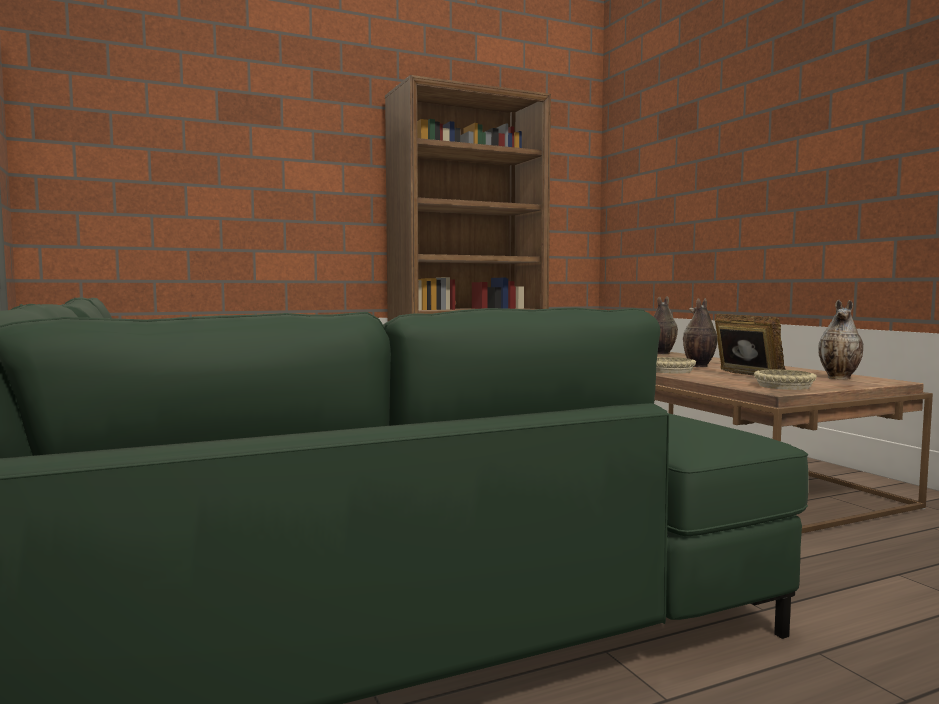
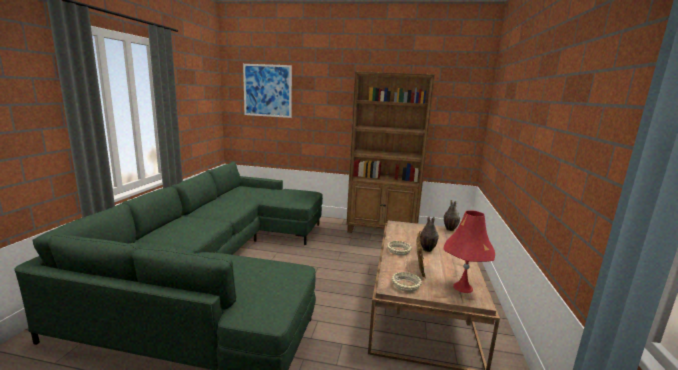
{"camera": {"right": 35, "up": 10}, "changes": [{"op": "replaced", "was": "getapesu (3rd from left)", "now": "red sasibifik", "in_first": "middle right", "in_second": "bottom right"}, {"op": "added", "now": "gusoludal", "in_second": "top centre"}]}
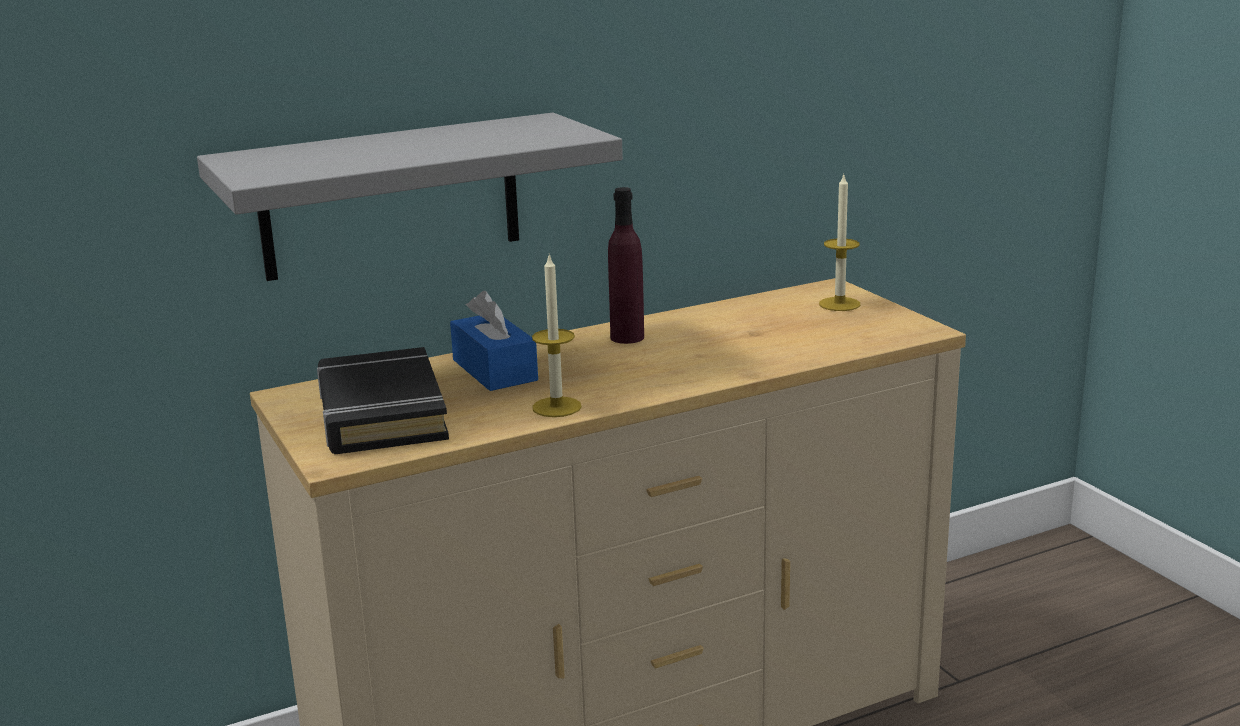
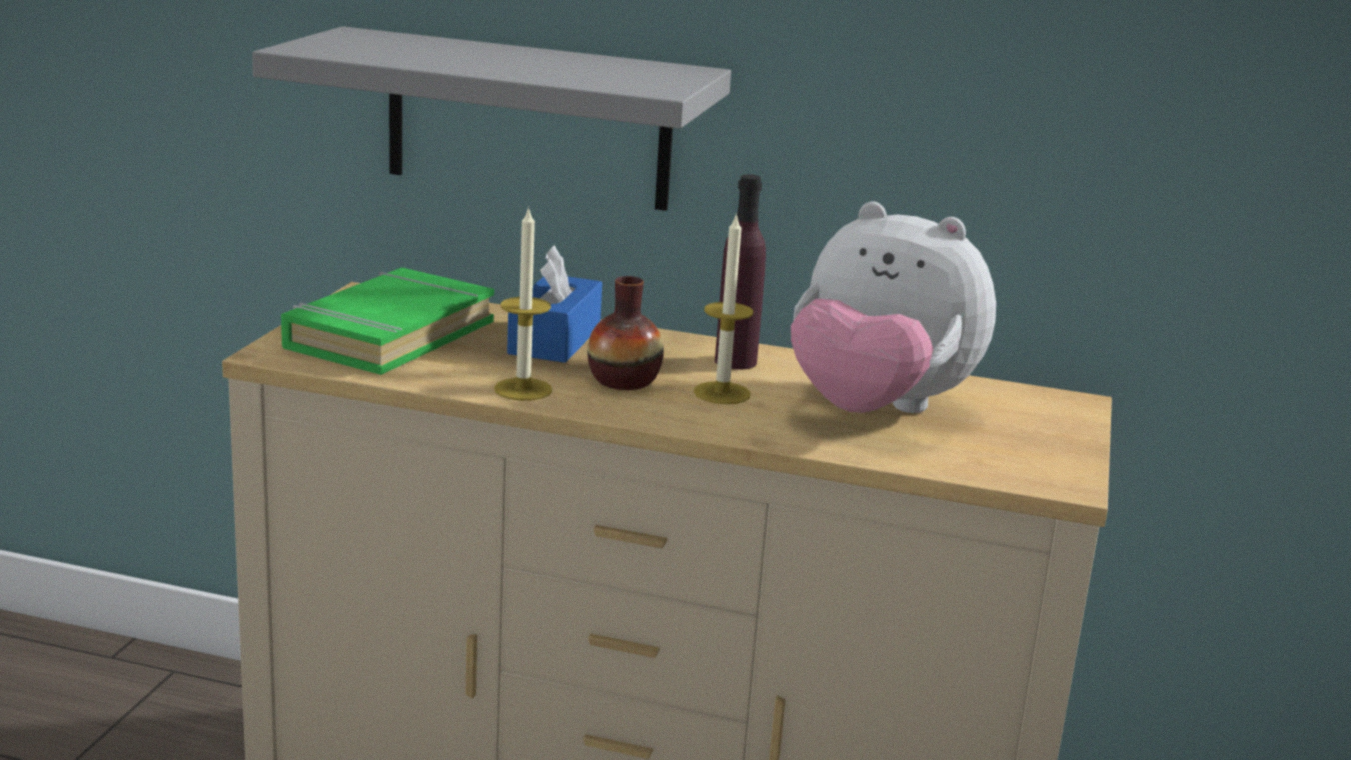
{"camera": {"right": 40, "up": 0}, "changes": [{"op": "recoloured", "was": "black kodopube", "now": "green kodopube", "in_first": "middle left", "in_second": "middle left"}, {"op": "moved", "was": "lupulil (2nd from left)", "in_first": "middle right", "in_second": "centre"}, {"op": "added", "now": "getapesu", "in_second": "centre"}, {"op": "added", "now": "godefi", "in_second": "centre"}]}
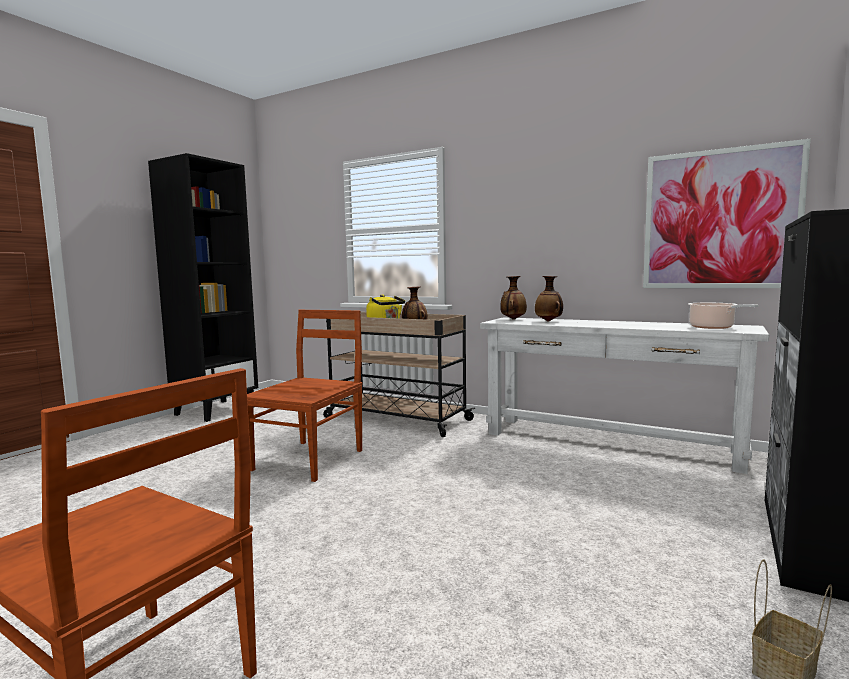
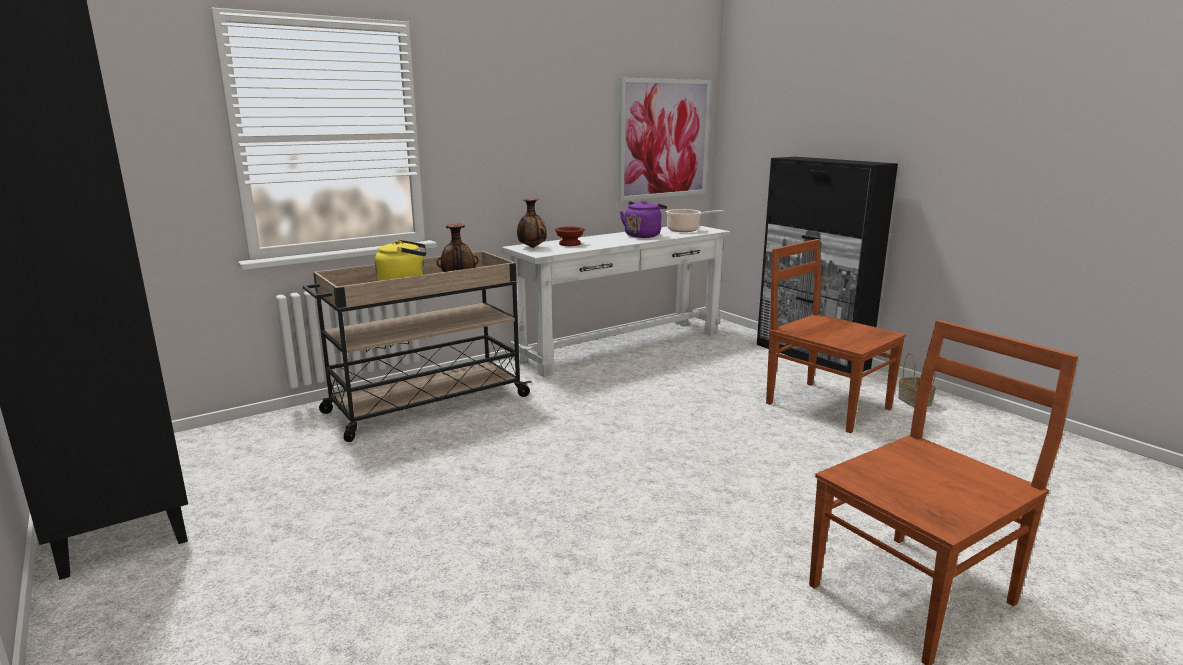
{"camera": {"right": -65, "up": 10}, "changes": [{"op": "moved", "was": "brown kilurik (2nd from left in the first image)", "now": "brown kilurik (1st from left)", "in_first": "centre", "in_second": "middle right"}, {"op": "replaced", "was": "getapesu (3rd from left)", "now": "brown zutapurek", "in_first": "centre", "in_second": "centre"}, {"op": "added", "now": "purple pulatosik", "in_second": "top centre"}]}
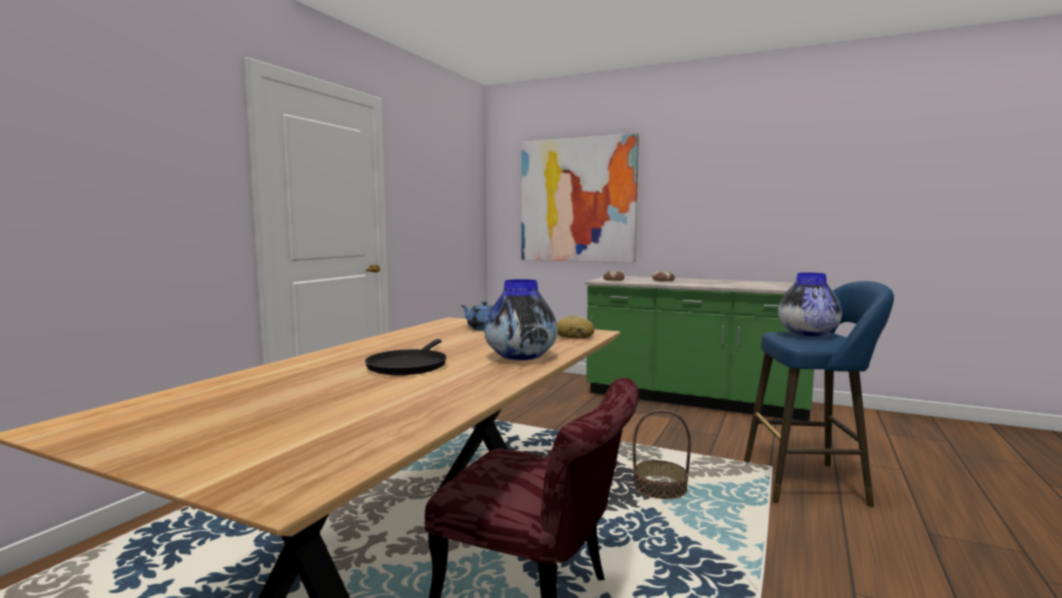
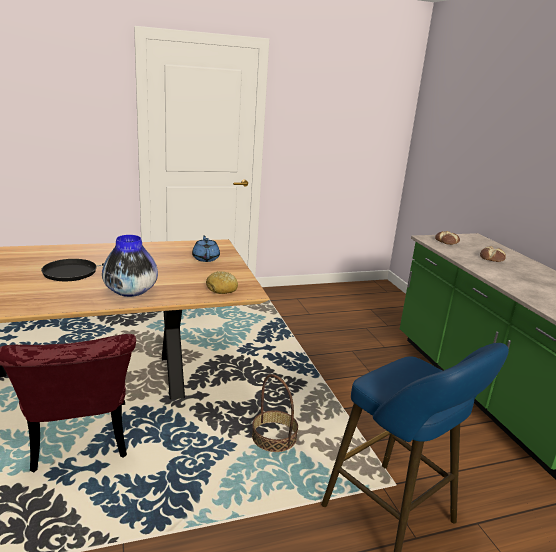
{"camera": {"right": 45, "up": 15}, "changes": [{"op": "removed", "was": "gusoludal", "in_first": "top centre"}, {"op": "removed", "was": "getapesu (2nd from left)", "in_first": "middle right"}]}
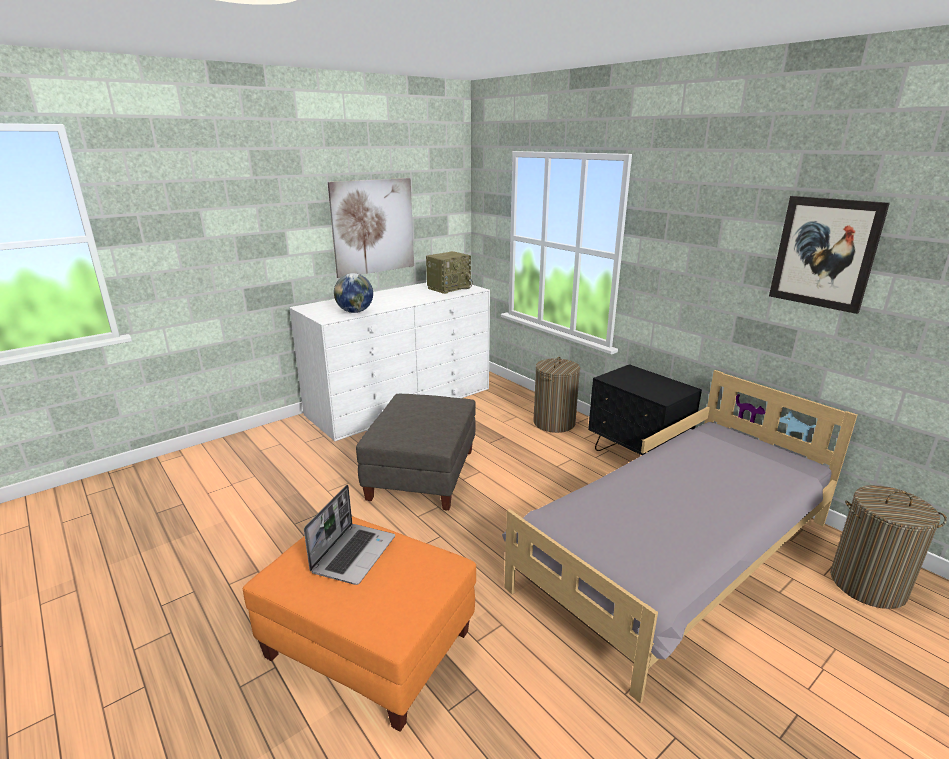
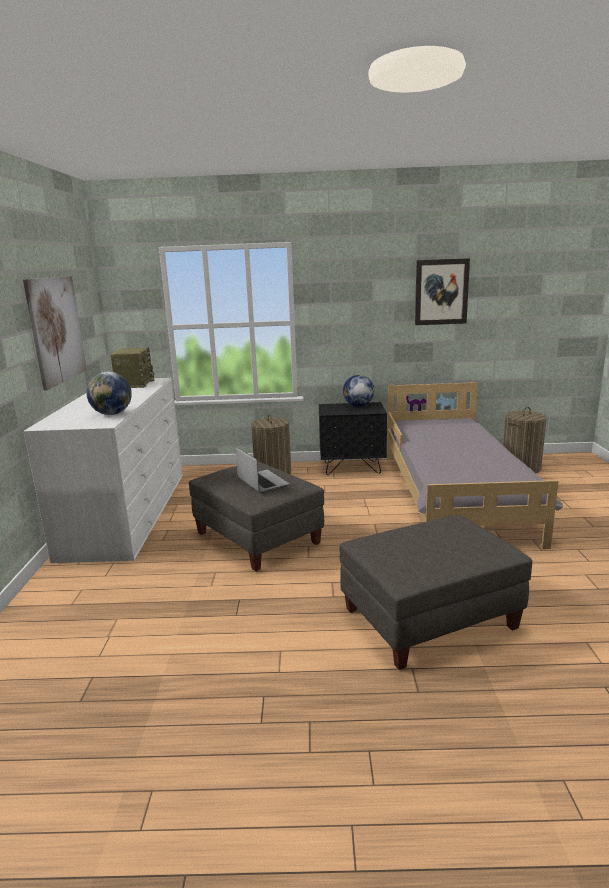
{"camera": {"right": -50, "up": -5}, "changes": [{"op": "recoloured", "was": "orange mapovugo", "now": "grey mapovugo (2nd from left)", "in_first": "bottom centre", "in_second": "bottom right"}, {"op": "moved", "was": "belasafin", "in_first": "bottom centre", "in_second": "centre"}, {"op": "added", "now": "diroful (2nd from left)", "in_second": "centre"}]}
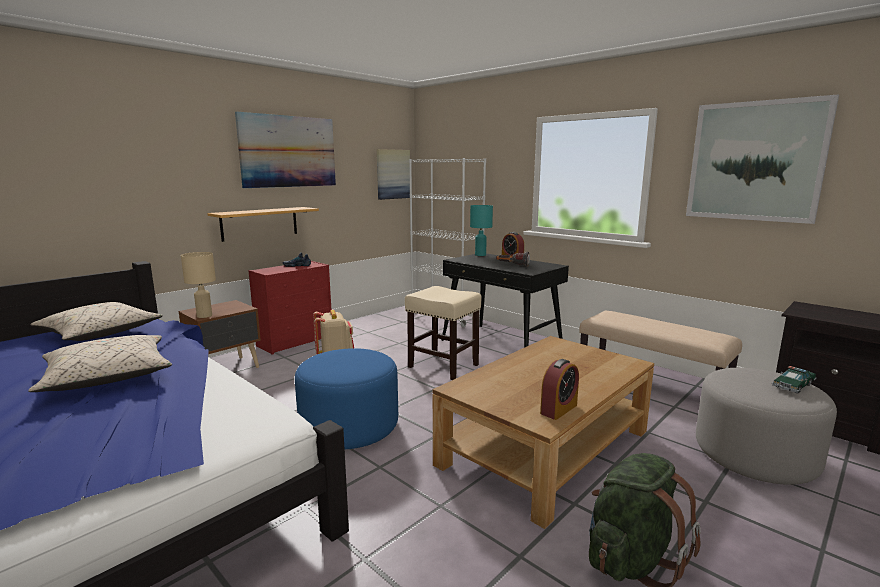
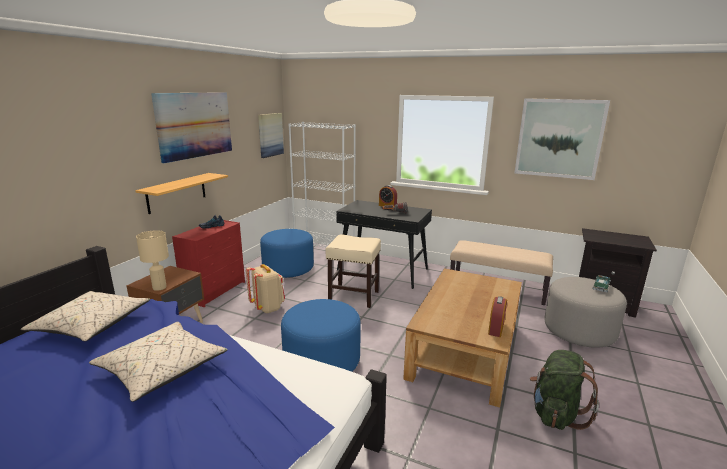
{"camera": {"right": -20, "up": 5}, "changes": [{"op": "removed", "was": "turquoise sasibifik", "in_first": "centre"}, {"op": "added", "now": "blue mapovugo (1st from left)", "in_second": "centre"}]}
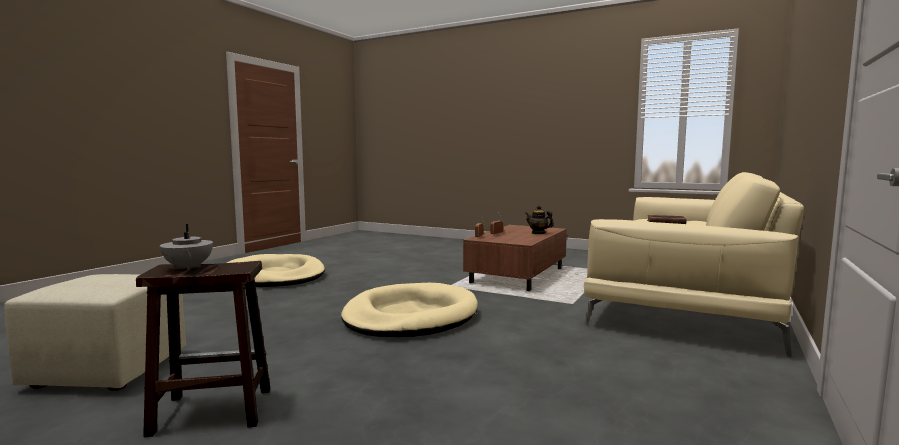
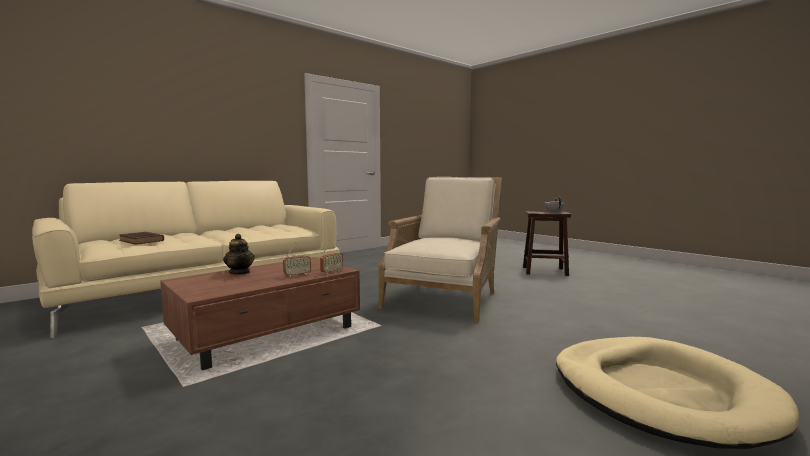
{"camera": {"right": -160, "up": 0}, "changes": [{"op": "removed", "was": "beige mapovugo", "in_first": "bottom left"}, {"op": "replaced", "was": "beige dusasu (2nd from left)", "now": "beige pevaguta", "in_first": "bottom centre", "in_second": "centre"}]}
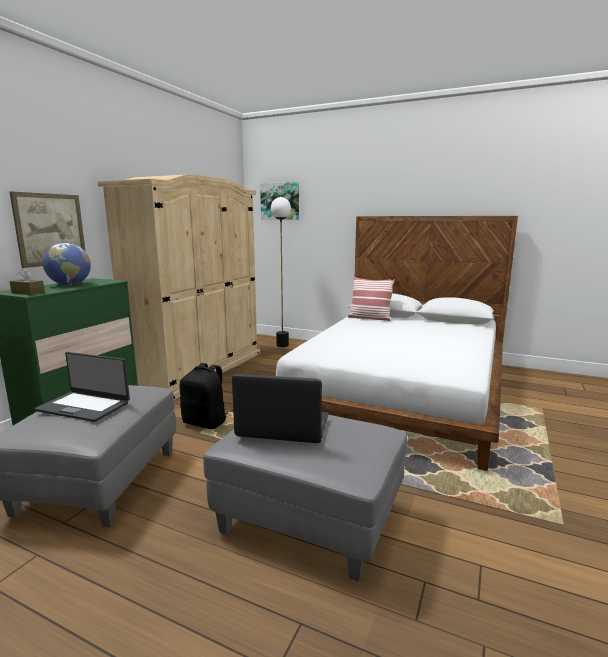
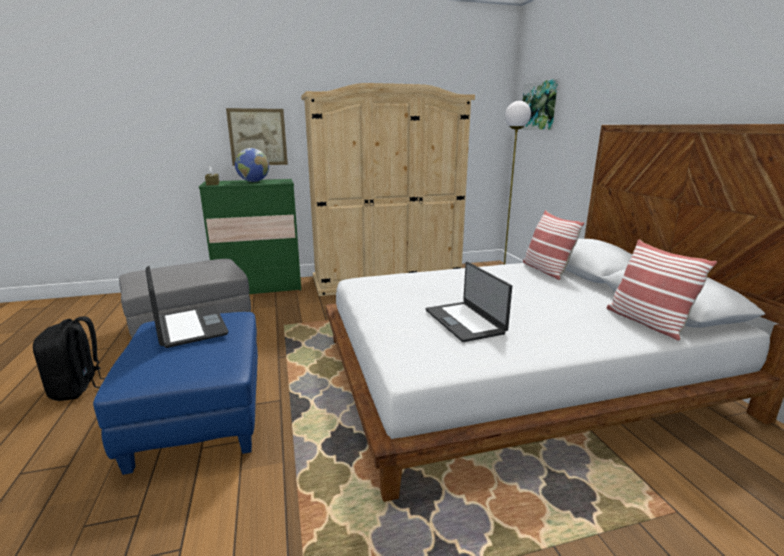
{"camera": {"right": 50, "up": 5}, "changes": [{"op": "moved", "was": "belasafin (1st from left in the first image)", "now": "belasafin (2nd from left)", "in_first": "middle left", "in_second": "centre"}, {"op": "moved", "was": "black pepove", "in_first": "centre", "in_second": "middle left"}, {"op": "recoloured", "was": "grey mapovugo (2nd from left)", "now": "blue mapovugo", "in_first": "bottom centre", "in_second": "bottom left"}, {"op": "added", "now": "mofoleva (2nd from left)", "in_second": "middle right"}]}
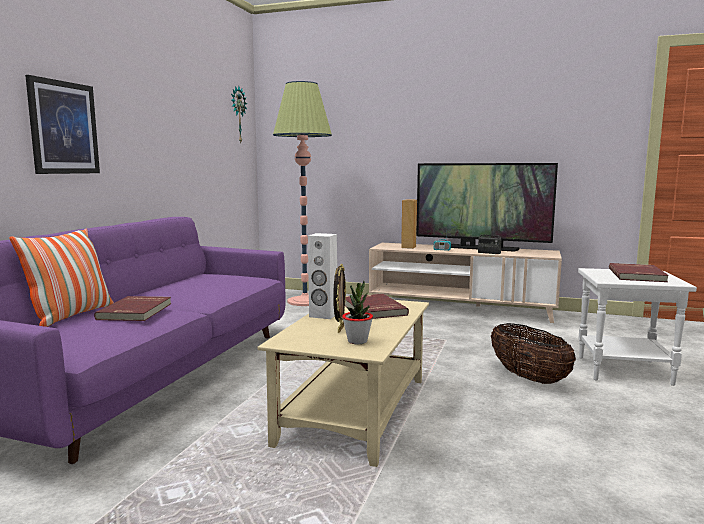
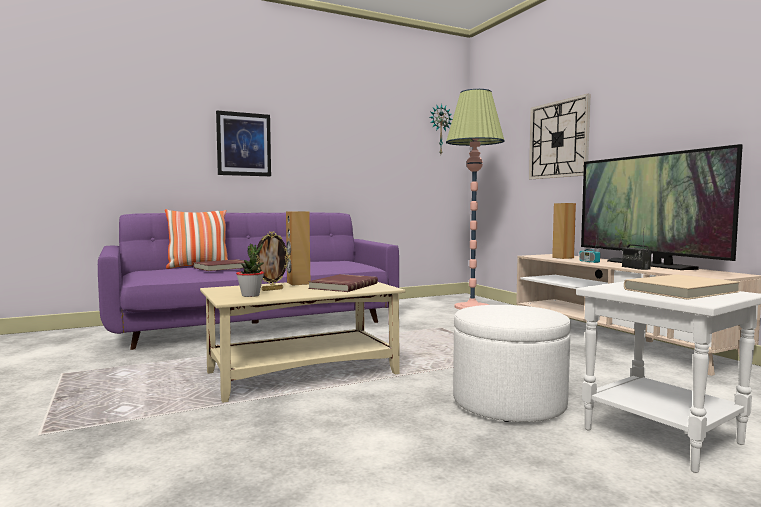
{"camera": {"right": 45, "up": -5}, "changes": [{"op": "recoloured", "was": "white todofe", "now": "brown todofe (1st from left)", "in_first": "centre", "in_second": "centre"}, {"op": "replaced", "was": "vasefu", "now": "white mapovugo", "in_first": "bottom right", "in_second": "bottom right"}, {"op": "recoloured", "was": "red kodopube (3rd from left)", "now": "beige kodopube", "in_first": "middle right", "in_second": "middle right"}, {"op": "added", "now": "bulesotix (2nd from left)", "in_second": "top right"}]}
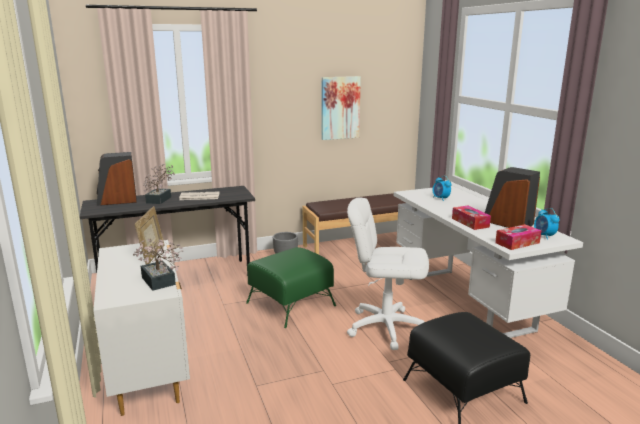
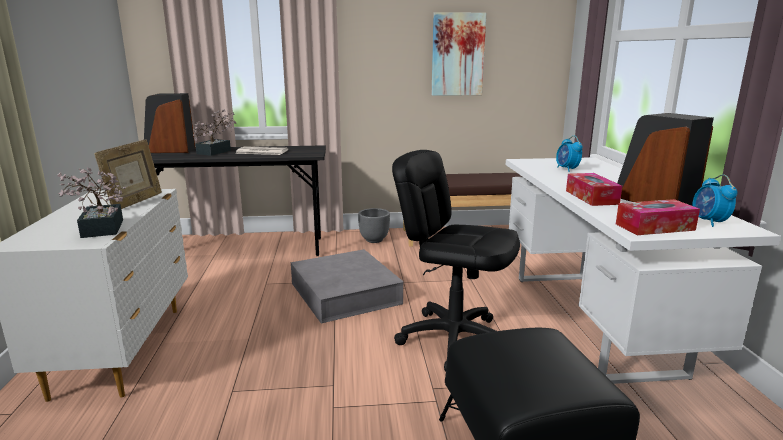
{"camera": {"right": 15, "up": 0}, "changes": [{"op": "replaced", "was": "green mapovugo", "now": "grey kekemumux", "in_first": "bottom centre", "in_second": "centre"}, {"op": "recoloured", "was": "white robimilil", "now": "black robimilil", "in_first": "centre", "in_second": "centre"}]}
